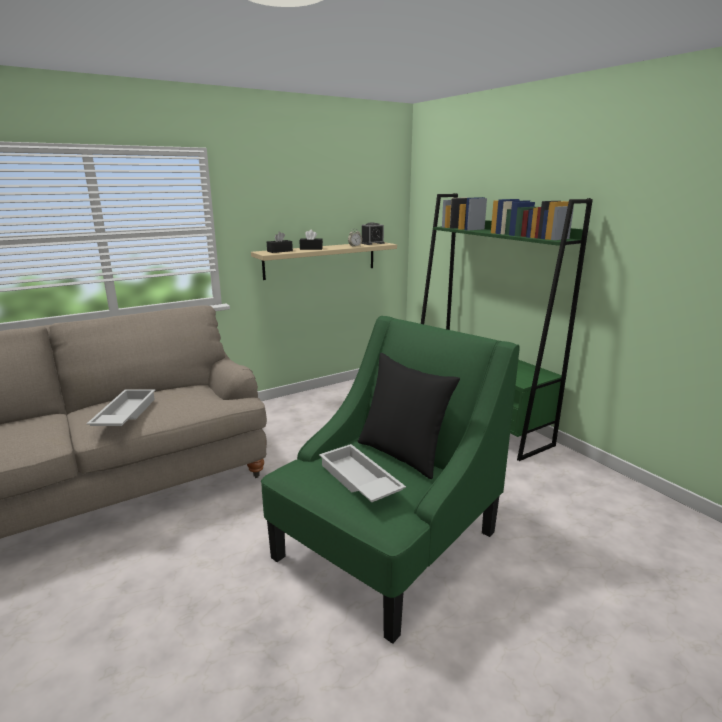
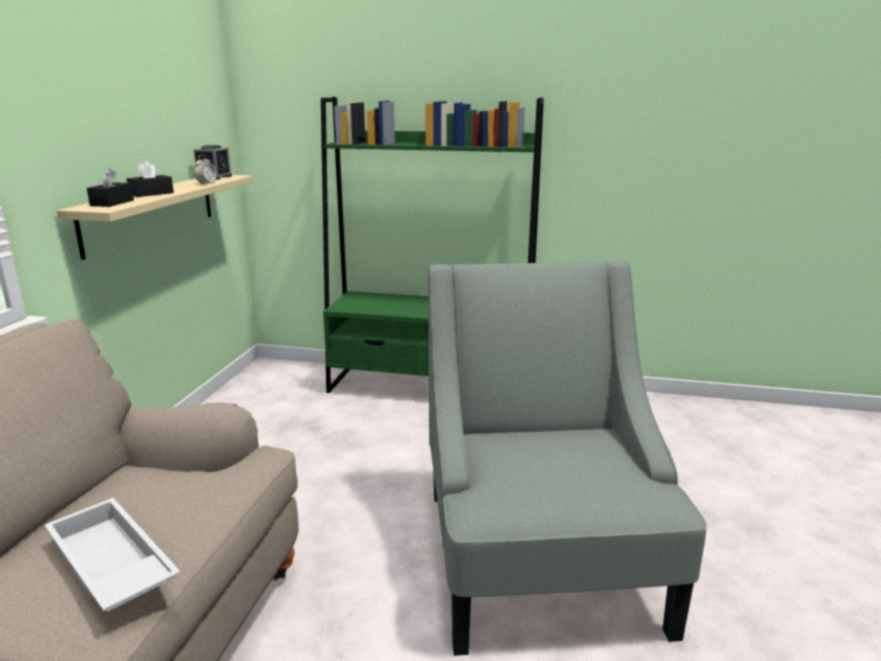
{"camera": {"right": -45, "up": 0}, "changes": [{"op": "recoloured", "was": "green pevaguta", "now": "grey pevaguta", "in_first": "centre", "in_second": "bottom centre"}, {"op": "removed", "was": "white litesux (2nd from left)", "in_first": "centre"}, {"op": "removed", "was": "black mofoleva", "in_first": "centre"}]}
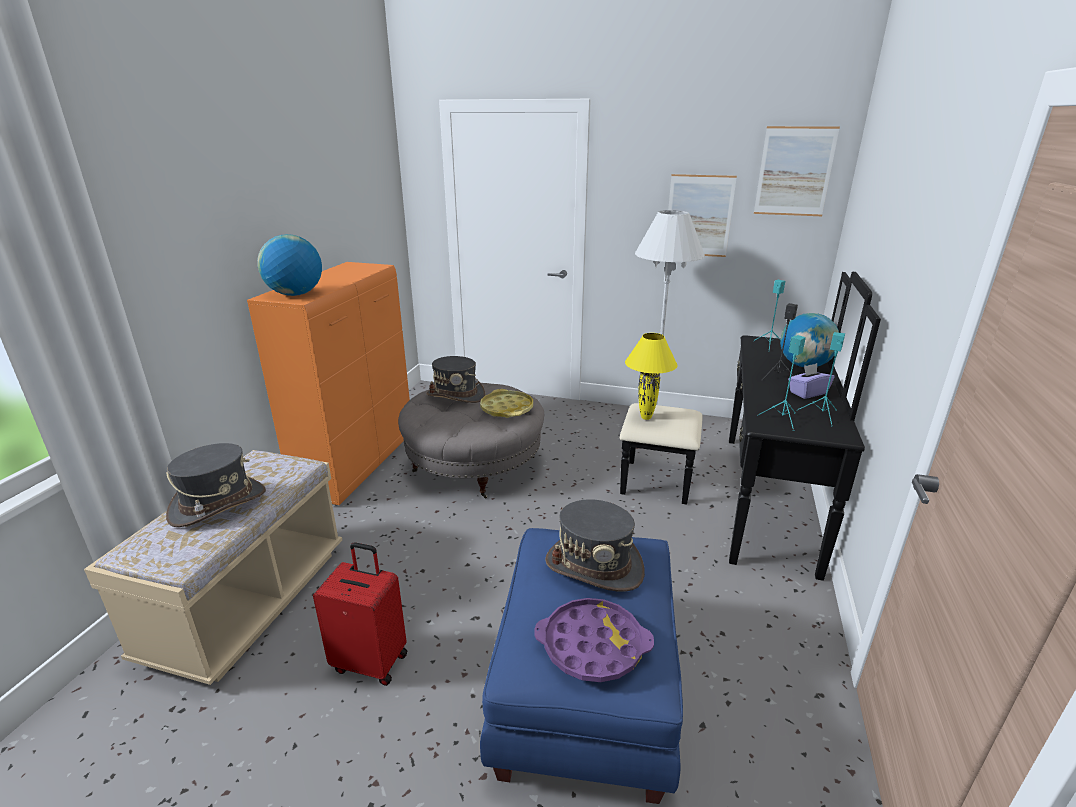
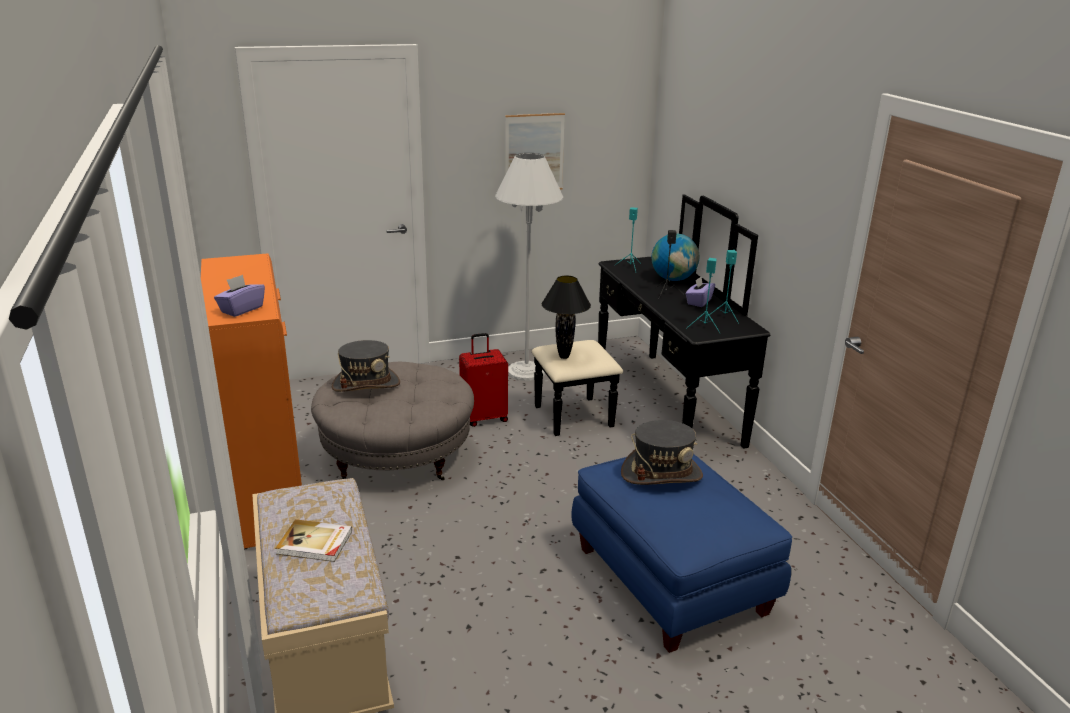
{"camera": {"right": -35, "up": 0}, "changes": [{"op": "replaced", "was": "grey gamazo (1st from left)", "now": "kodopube", "in_first": "middle left", "in_second": "bottom left"}, {"op": "replaced", "was": "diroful (1st from left)", "now": "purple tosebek (1st from left)", "in_first": "top left", "in_second": "middle left"}, {"op": "moved", "was": "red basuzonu", "in_first": "bottom centre", "in_second": "centre"}, {"op": "removed", "was": "yellow litesux", "in_first": "centre"}, {"op": "removed", "was": "purple litesux", "in_first": "bottom centre"}, {"op": "recoloured", "was": "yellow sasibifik", "now": "black sasibifik", "in_first": "centre", "in_second": "centre"}, {"op": "removed", "was": "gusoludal (2nd from left)", "in_first": "top right"}]}
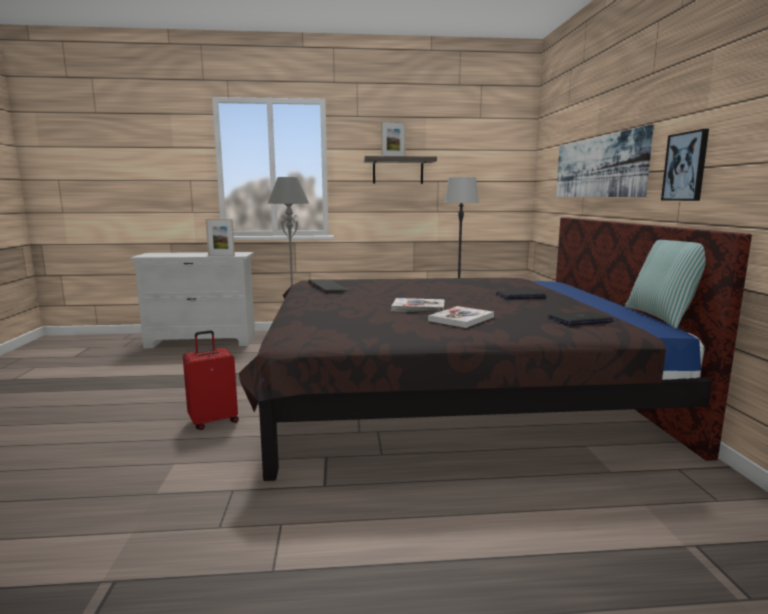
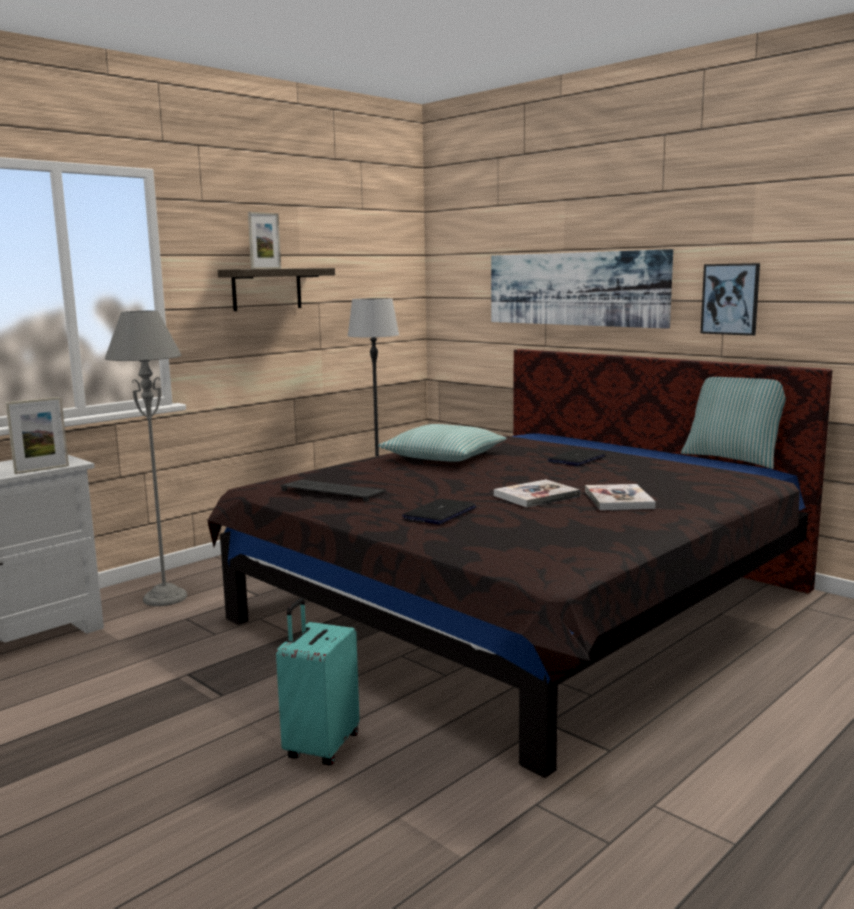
{"camera": {"right": -40, "up": 0}, "changes": [{"op": "recoloured", "was": "red basuzonu", "now": "turquoise basuzonu", "in_first": "middle left", "in_second": "bottom centre"}, {"op": "moved", "was": "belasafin (2nd from left in the first image)", "now": "belasafin (1st from left)", "in_first": "middle right", "in_second": "centre"}, {"op": "added", "now": "mofoleva (1st from left)", "in_second": "centre"}]}
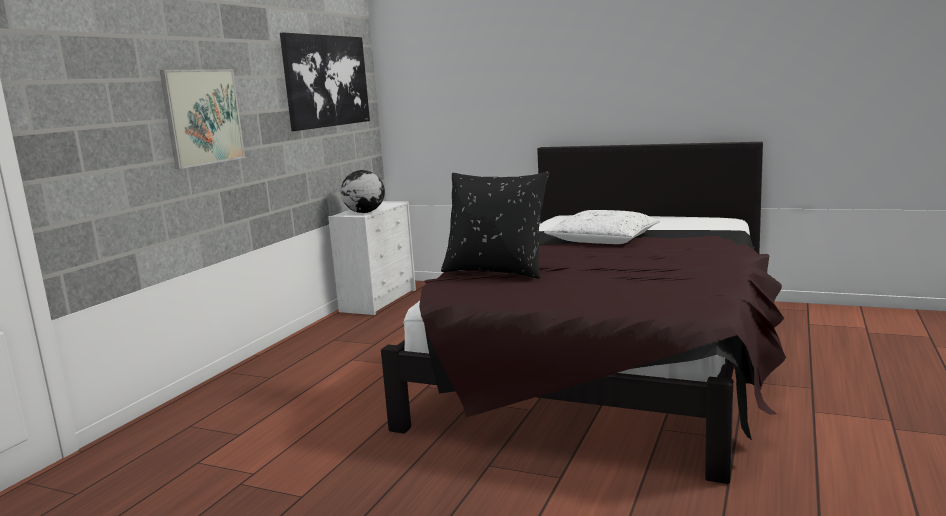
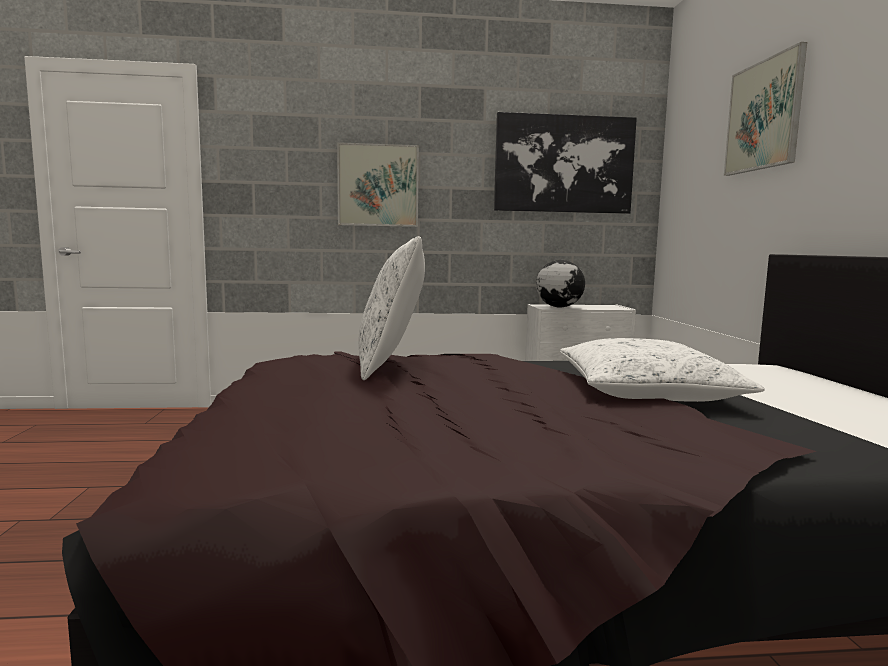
{"camera": {"right": 60, "up": -5}, "changes": [{"op": "recoloured", "was": "black mofoleva", "now": "white mofoleva (1st from left)", "in_first": "centre", "in_second": "centre"}, {"op": "added", "now": "gusoludal (3rd from left)", "in_second": "top right"}]}
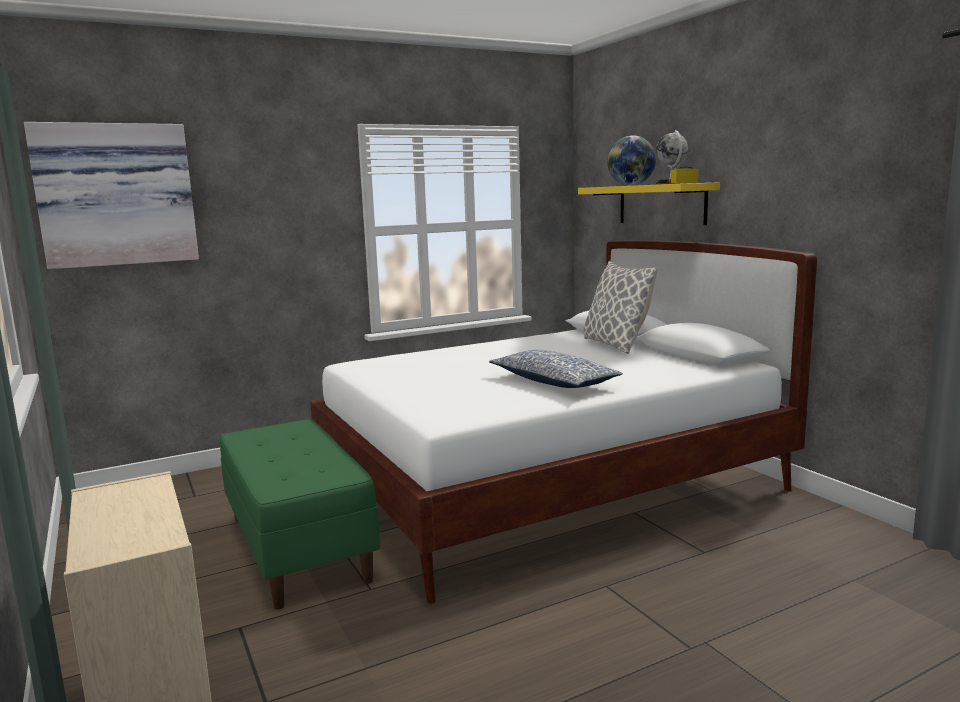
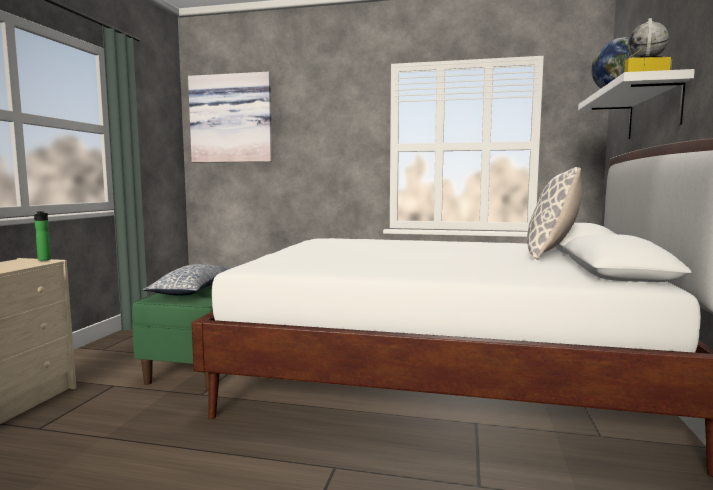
{"camera": {"right": 40, "up": -5}, "changes": [{"op": "moved", "was": "mofoleva (1st from left)", "in_first": "centre", "in_second": "middle left"}, {"op": "recoloured", "was": "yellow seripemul", "now": "white seripemul", "in_first": "top right", "in_second": "top right"}, {"op": "added", "now": "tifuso", "in_second": "middle left"}]}
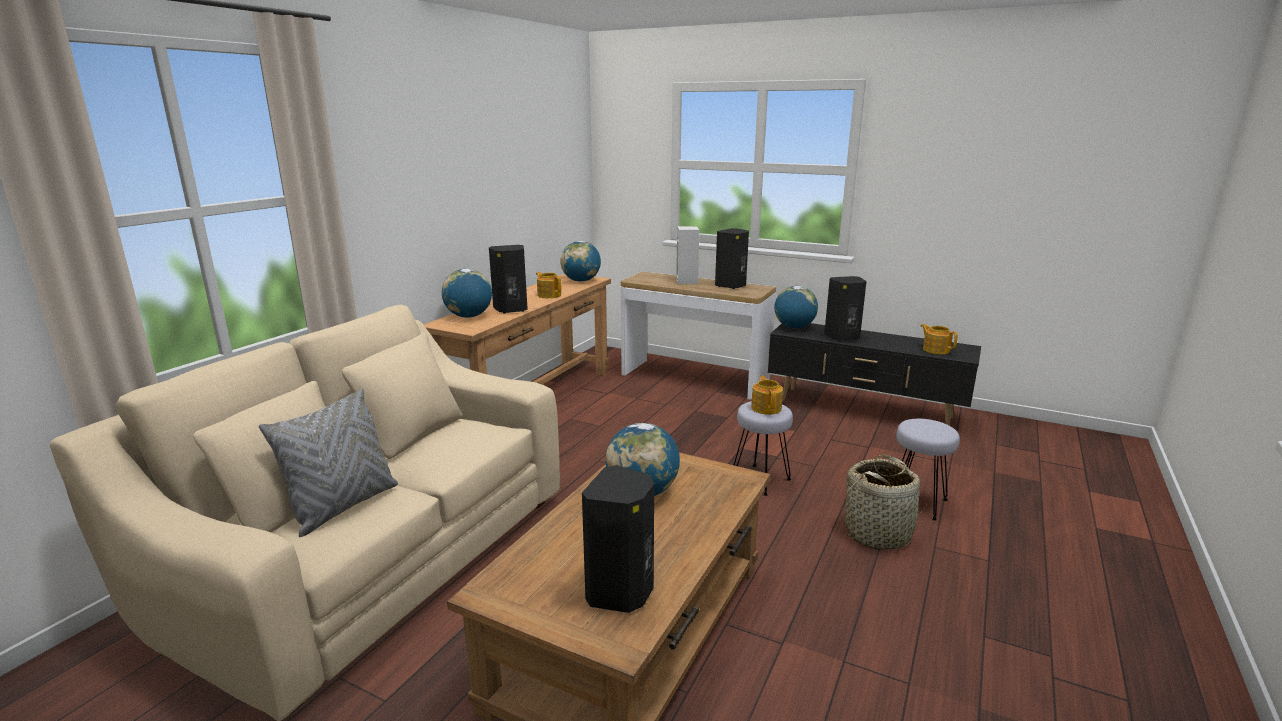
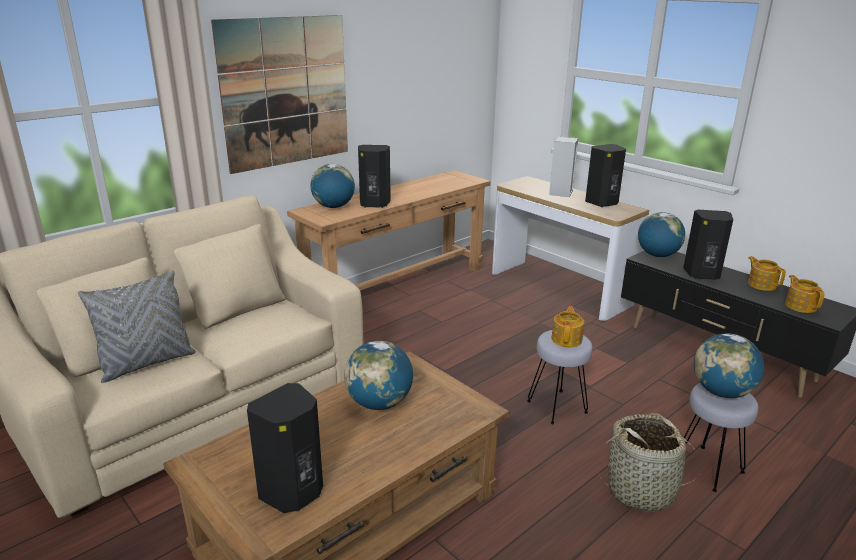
{"camera": {"right": 20, "up": 5}, "changes": [{"op": "moved", "was": "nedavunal (1st from left in the first image)", "now": "nedavunal (2nd from left)", "in_first": "centre", "in_second": "middle right"}, {"op": "moved", "was": "diroful (2nd from left in the first image)", "now": "diroful (4th from left)", "in_first": "centre", "in_second": "middle right"}, {"op": "added", "now": "gusoludal", "in_second": "top left"}]}
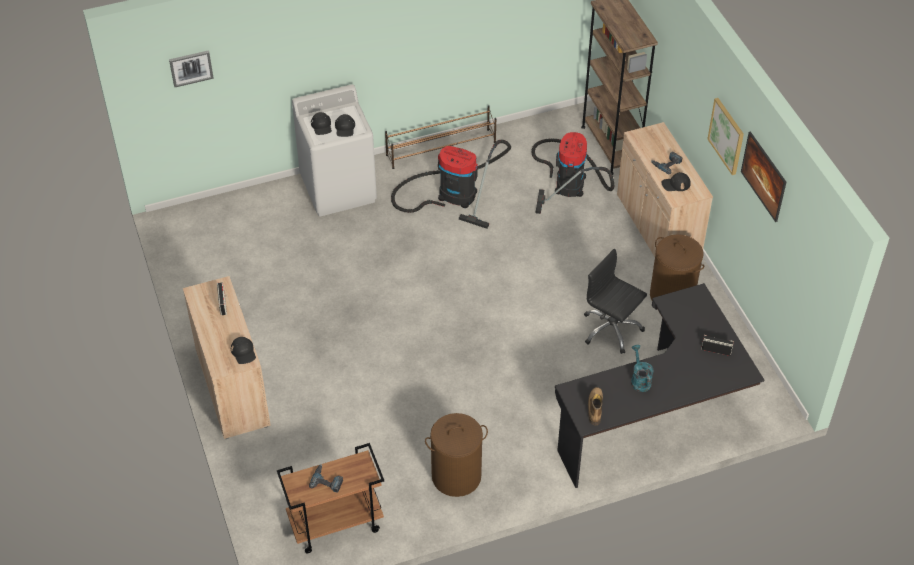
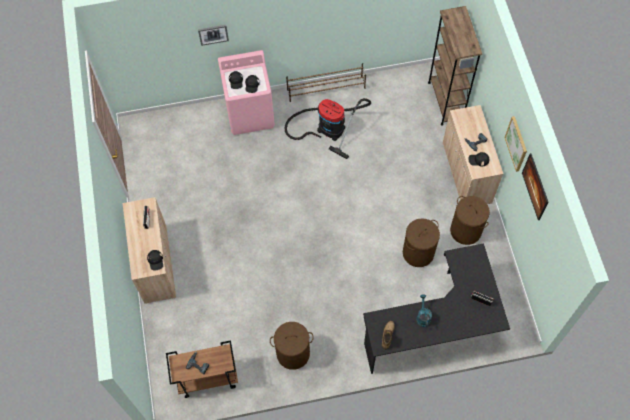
{"camera": {"right": 10, "up": 15}, "changes": [{"op": "moved", "was": "gusoludal (1st from left)", "in_first": "top left", "in_second": "top centre"}, {"op": "recoloured", "was": "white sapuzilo", "now": "pink sapuzilo", "in_first": "top centre", "in_second": "top centre"}, {"op": "removed", "was": "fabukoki (2nd from left)", "in_first": "top centre"}, {"op": "replaced", "was": "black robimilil", "now": "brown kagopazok (2nd from left)", "in_first": "middle right", "in_second": "middle right"}]}
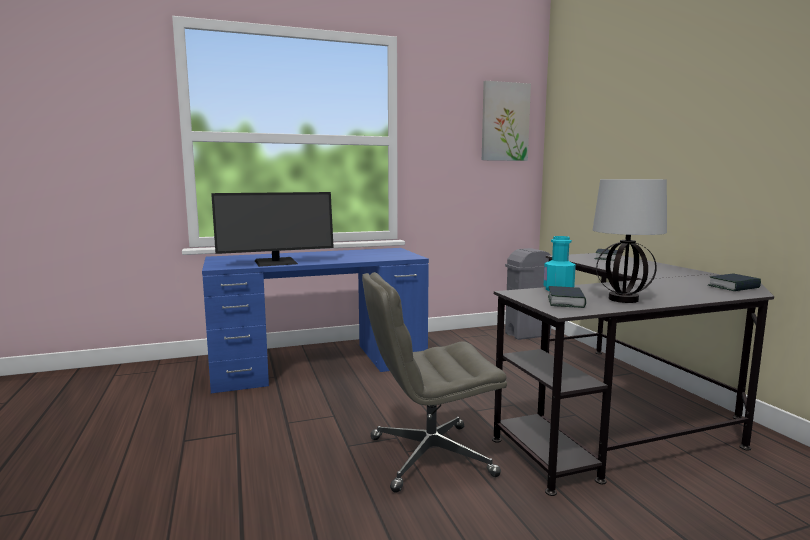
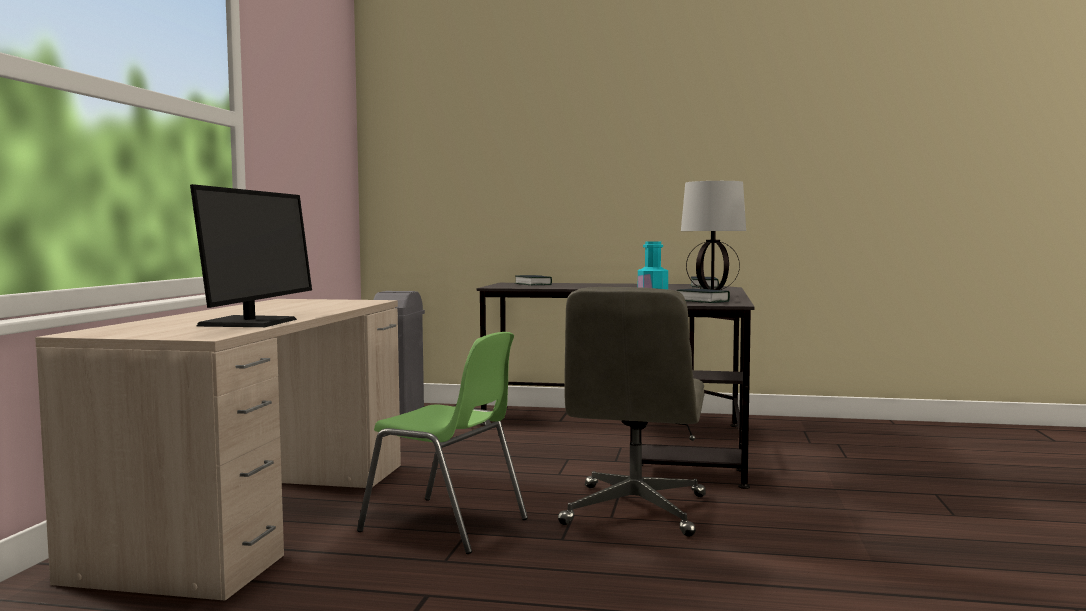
{"camera": {"right": -60, "up": -5}, "changes": [{"op": "recoloured", "was": "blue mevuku", "now": "beige mevuku", "in_first": "centre", "in_second": "bottom left"}, {"op": "removed", "was": "gusoludal", "in_first": "top centre"}, {"op": "added", "now": "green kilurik", "in_second": "bottom centre"}]}
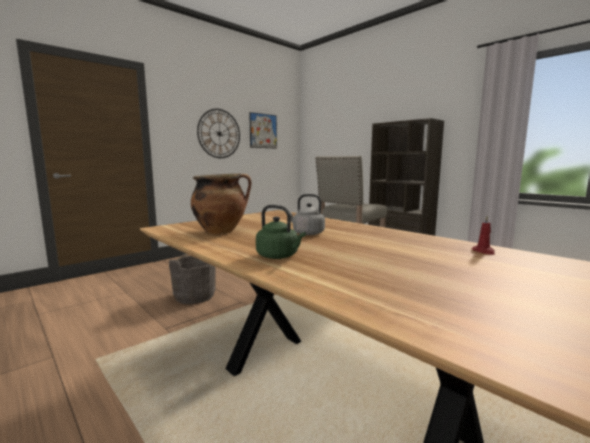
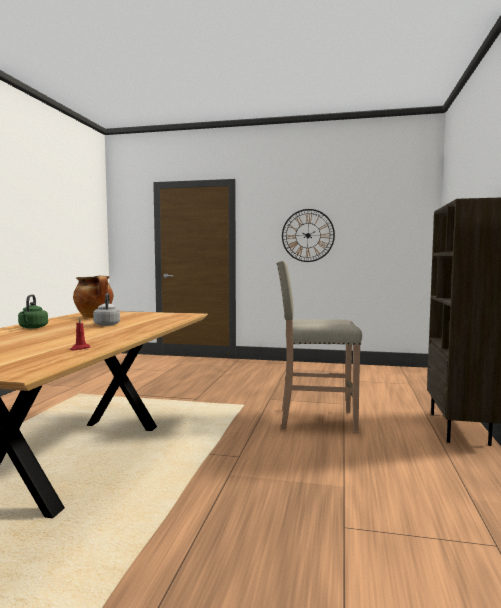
{"camera": {"right": 55, "up": -5}, "changes": [{"op": "removed", "was": "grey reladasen", "in_first": "middle left"}, {"op": "removed", "was": "gusoludal", "in_first": "top centre"}]}
